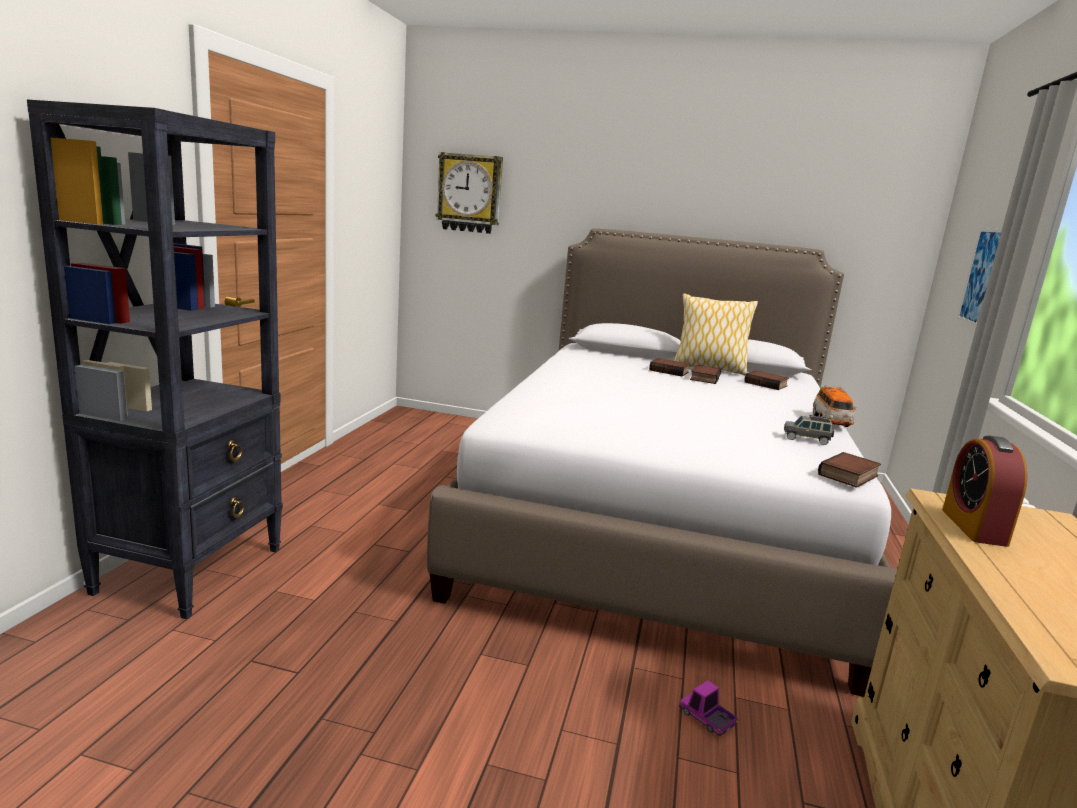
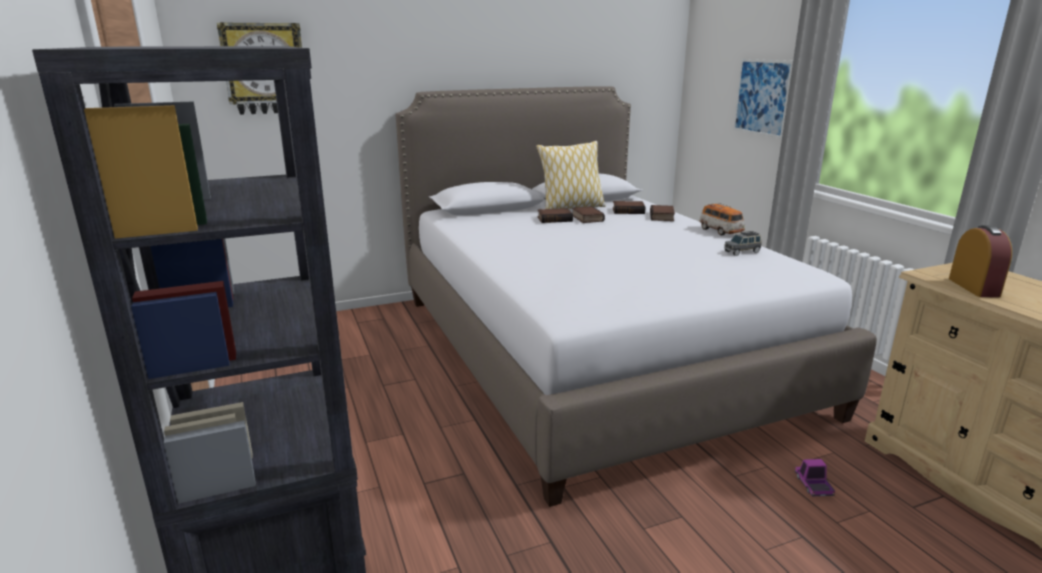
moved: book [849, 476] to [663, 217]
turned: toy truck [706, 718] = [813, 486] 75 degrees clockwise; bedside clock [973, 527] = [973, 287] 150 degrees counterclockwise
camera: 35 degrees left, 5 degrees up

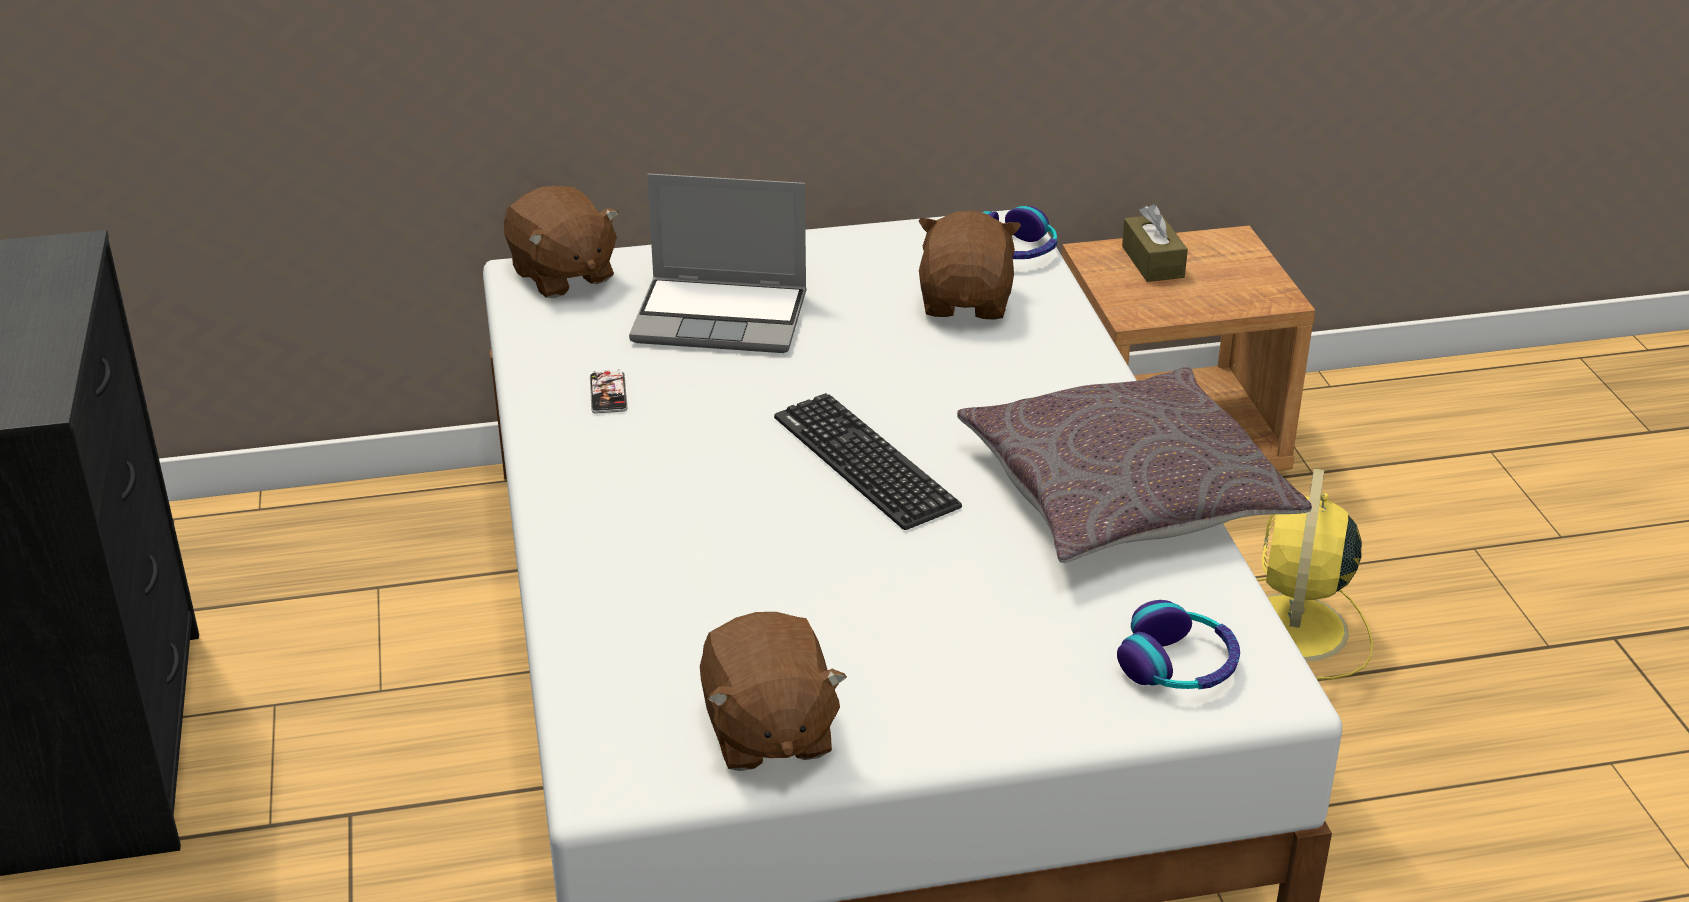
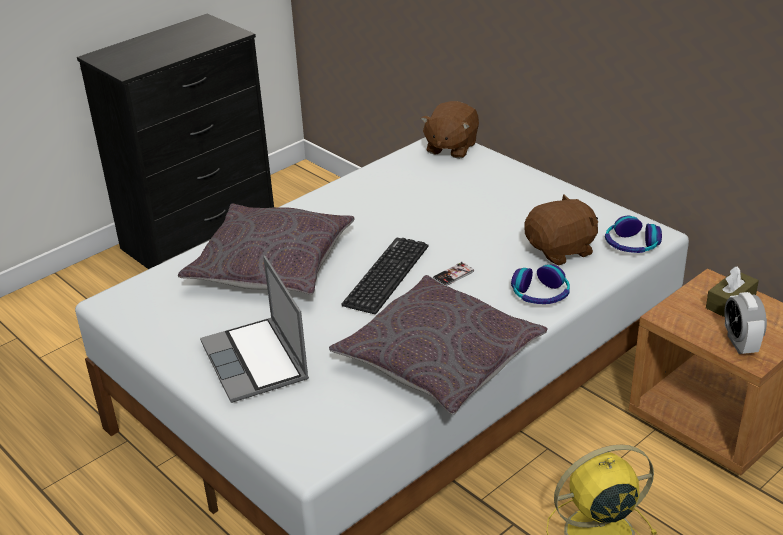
removed: brownish cuddly toy [768, 732]
added: greyish throw pillow [271, 263]; bedside clock [740, 343]
moved: handset [608, 393] to [453, 275]; laptop [723, 317] to [256, 362]; headphones [1178, 665] to [540, 294]
camera: 60 degrees right, 0 degrees up

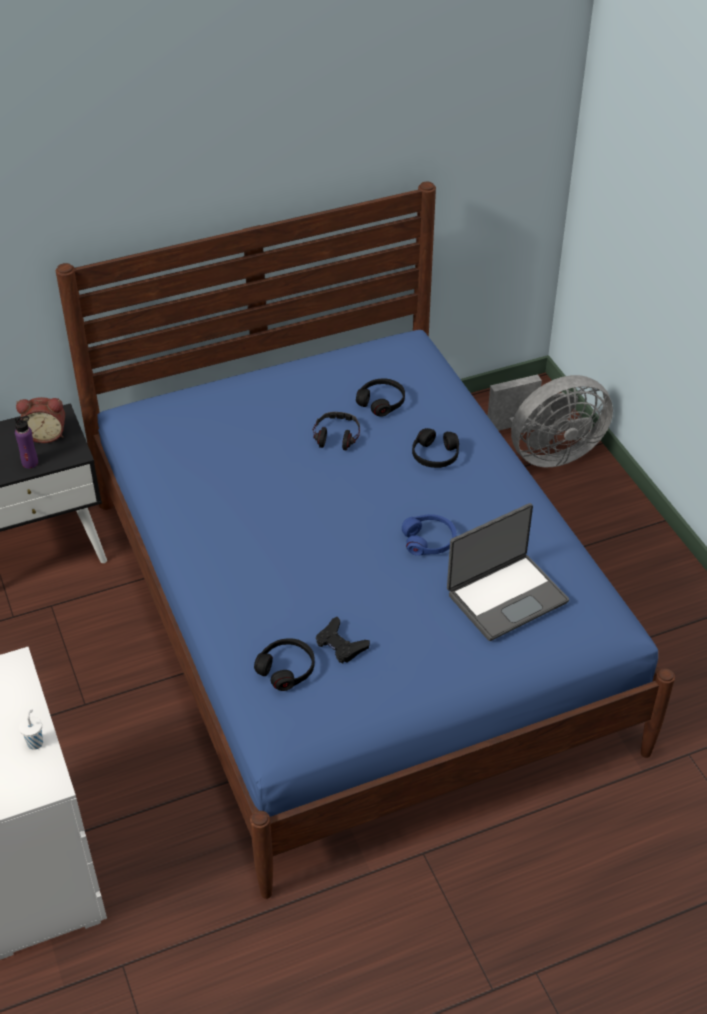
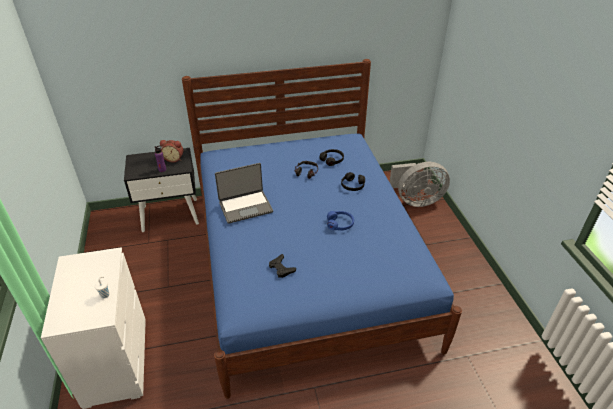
removed: black headphones [286, 669]
moved: laptop [506, 596] to [245, 206]
camera: 10 degrees right, 5 degrees down

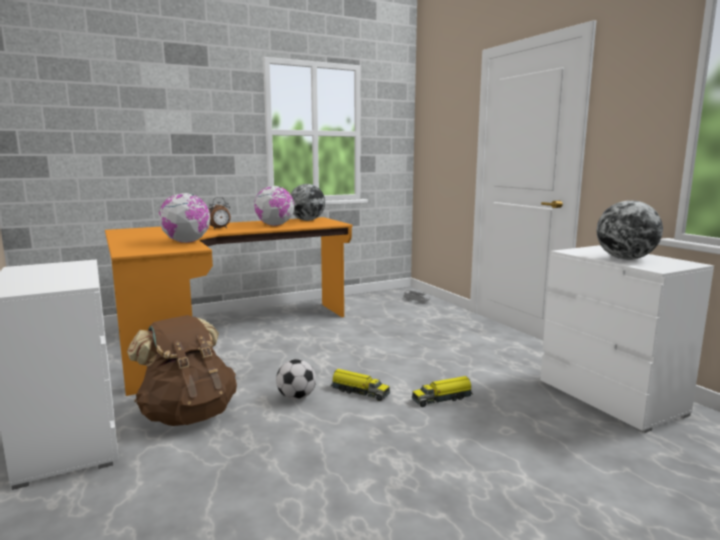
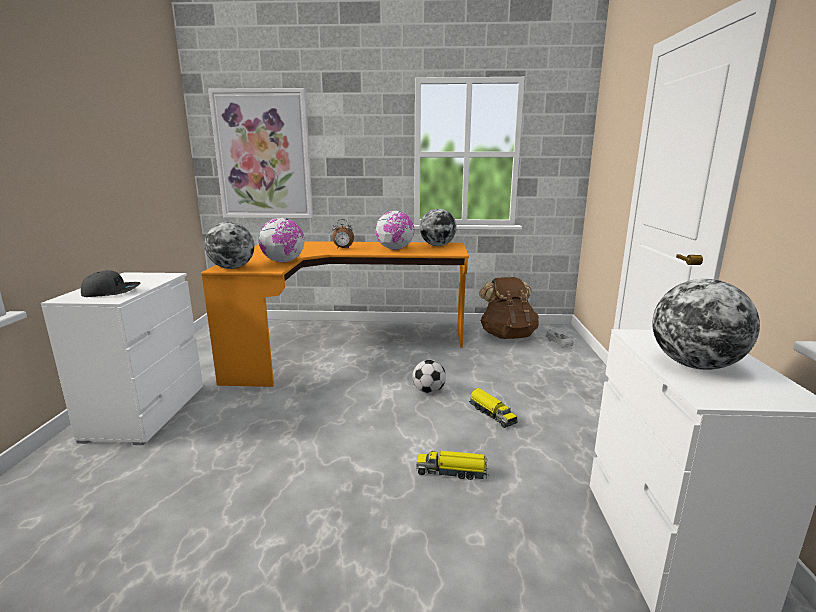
added: greyish baseball cap [111, 292]; desk globe [232, 268]; picture [263, 155]
moved: brownish backpack [188, 415] to [507, 336]; ball for football [296, 397] to [428, 391]; toy truck [359, 392] to [491, 414]
camera: 30 degrees right, 5 degrees up

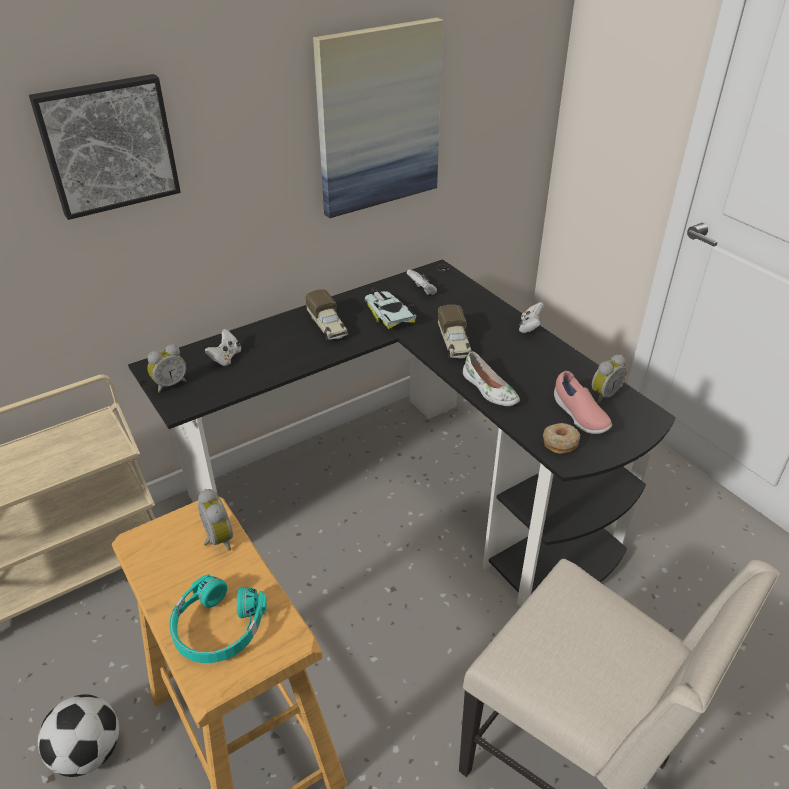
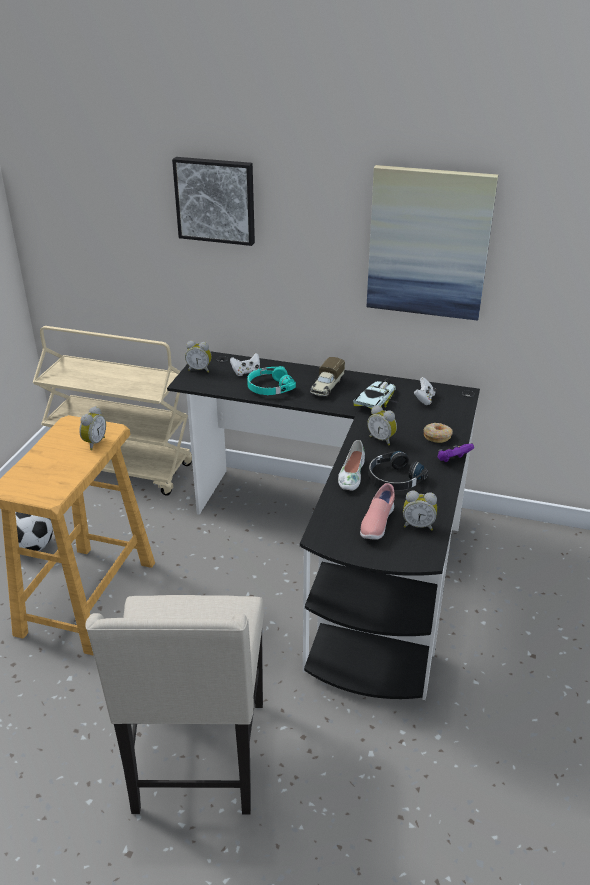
added: black headphones [394, 479]
moved: turquoise headphones [217, 628] to [269, 387]; ring doughnut [560, 442] to [437, 436]
replaced: toy truck [454, 344] to bedside clock [382, 439]
recoloured: white-coloured game controller [529, 327] to purple game controller [453, 460]
camera: 50 degrees right, 5 degrees down

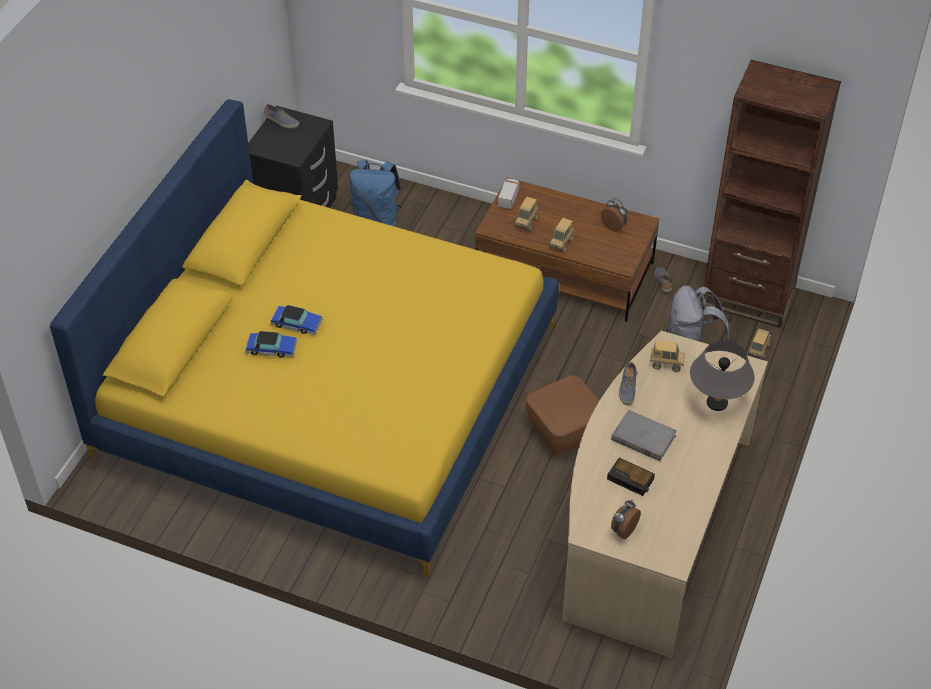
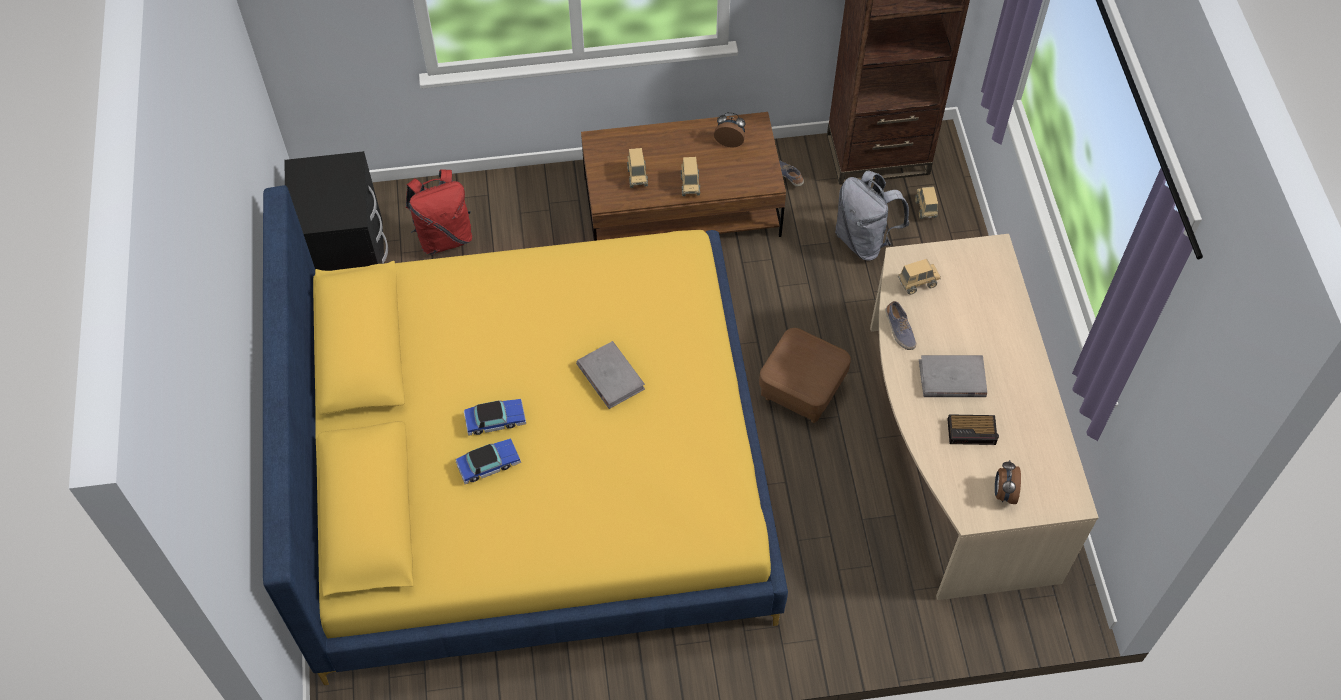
removed: item of footwear [281, 122]; toy truck [509, 198]; greyish table lamp [716, 403]
added: greyish book [610, 376]
recoloured: blue backpack [376, 219] to red-coloured backpack [444, 237]
camera: 30 degrees left, 10 degrees up

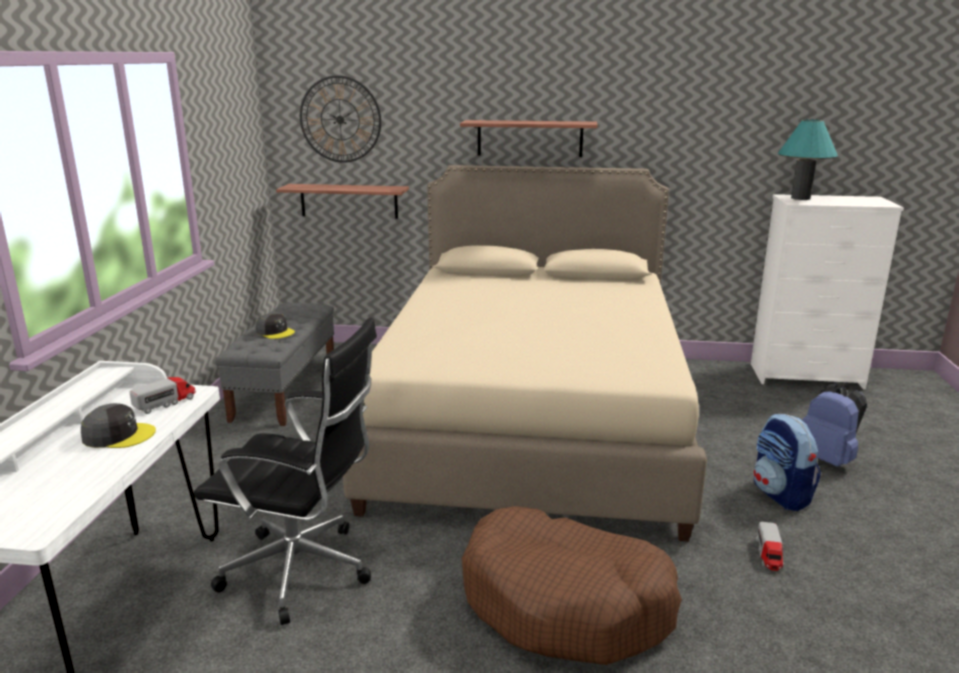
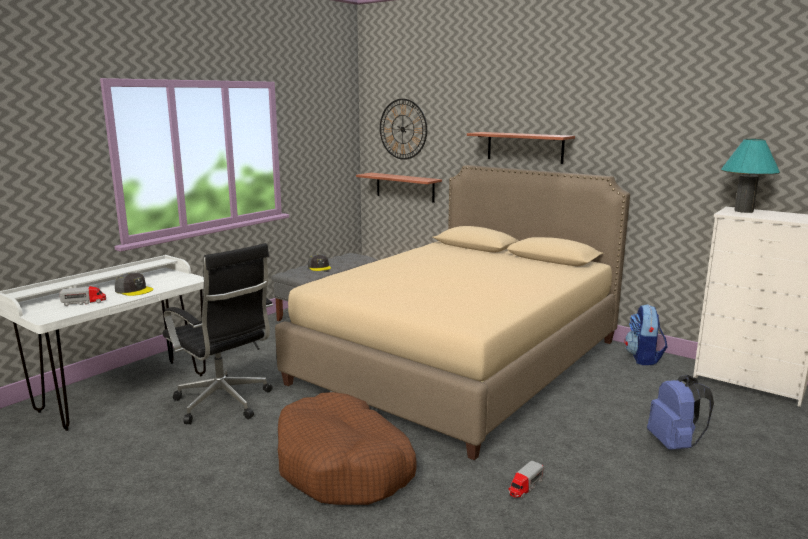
moved: toy truck [165, 403] to [84, 302]; backpack [781, 495] to [643, 358]
camera: 30 degrees right, 5 degrees down

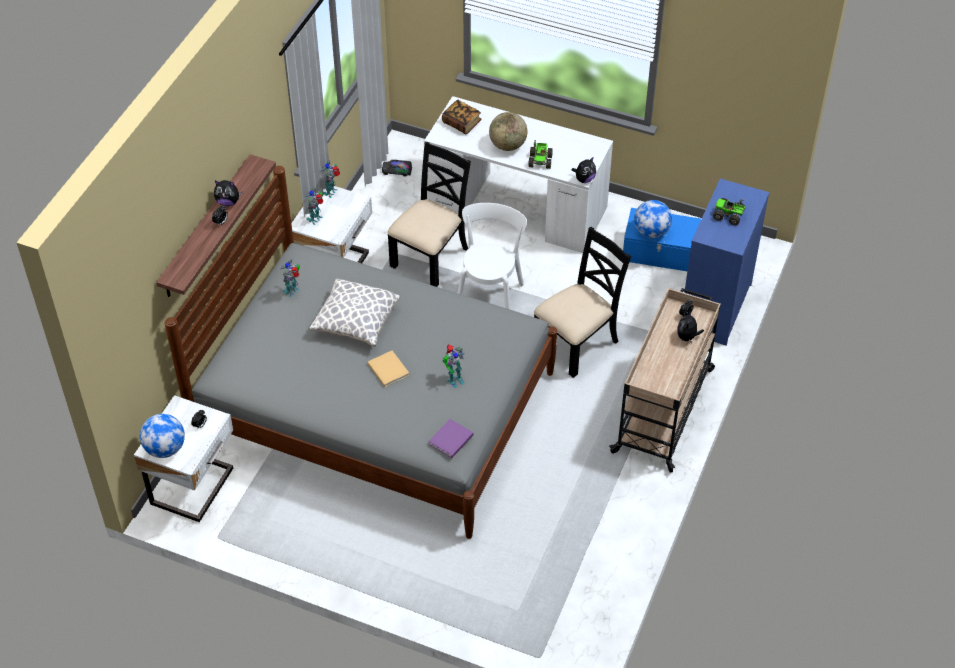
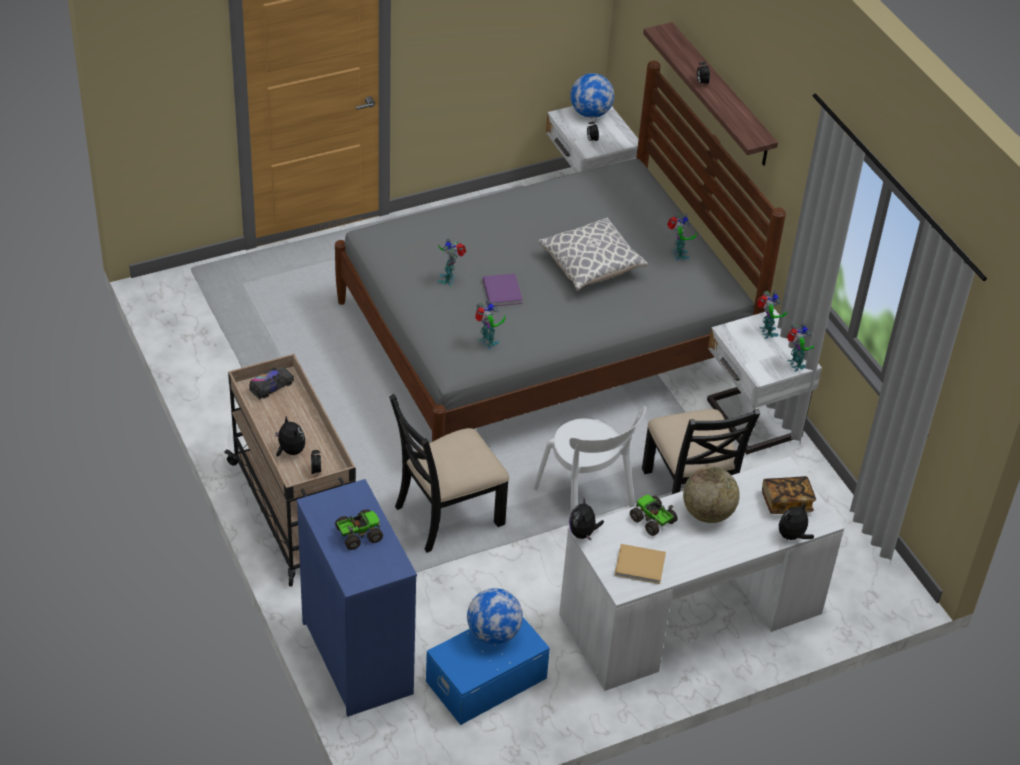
added: toy robot [487, 343]
moved: cuddly toy [228, 202] to [792, 536]; beige book [387, 369] to [641, 565]; toy truck [397, 171] to [271, 387]; purple book [450, 440] to [502, 290]
turned: black upright chair [577, 344] = [447, 515] 60 degrees clockwise
camera: 130 degrees right, 5 degrees down

